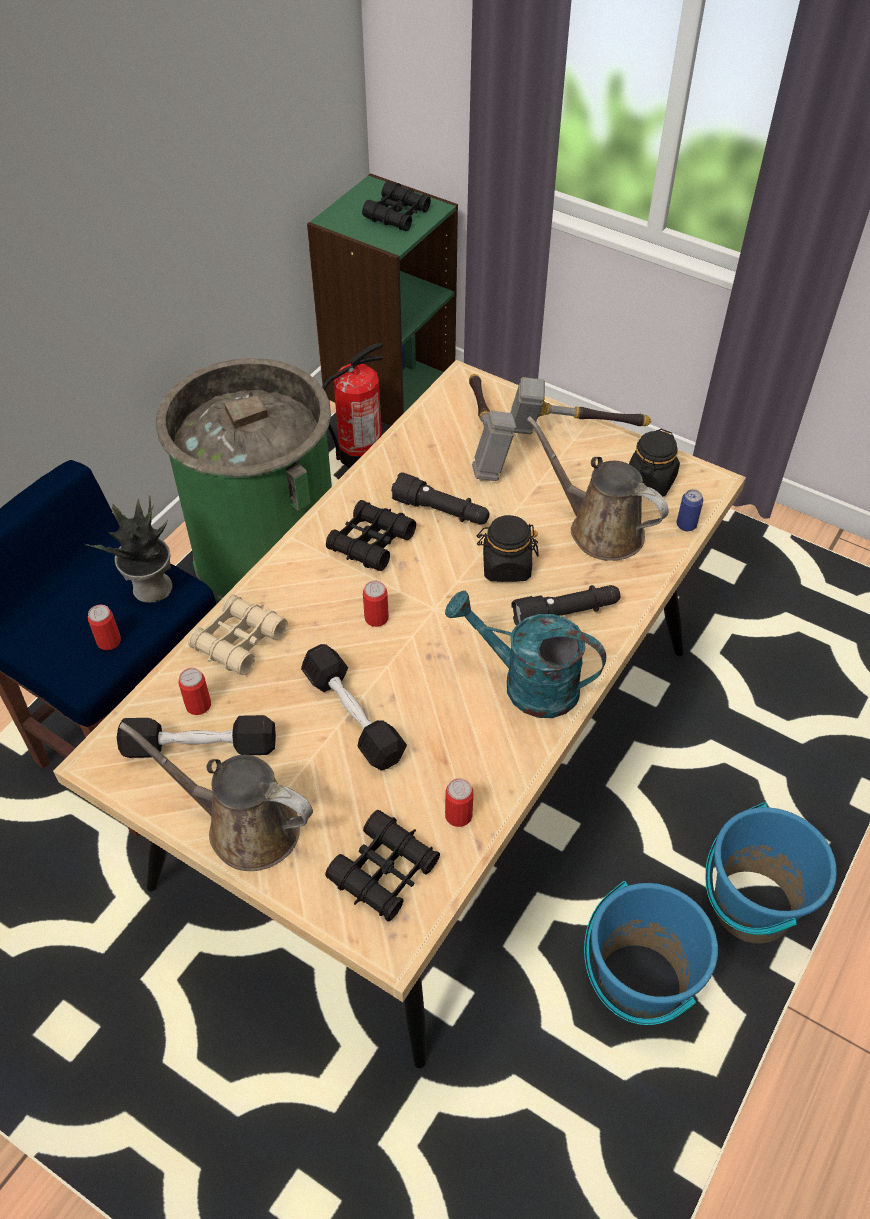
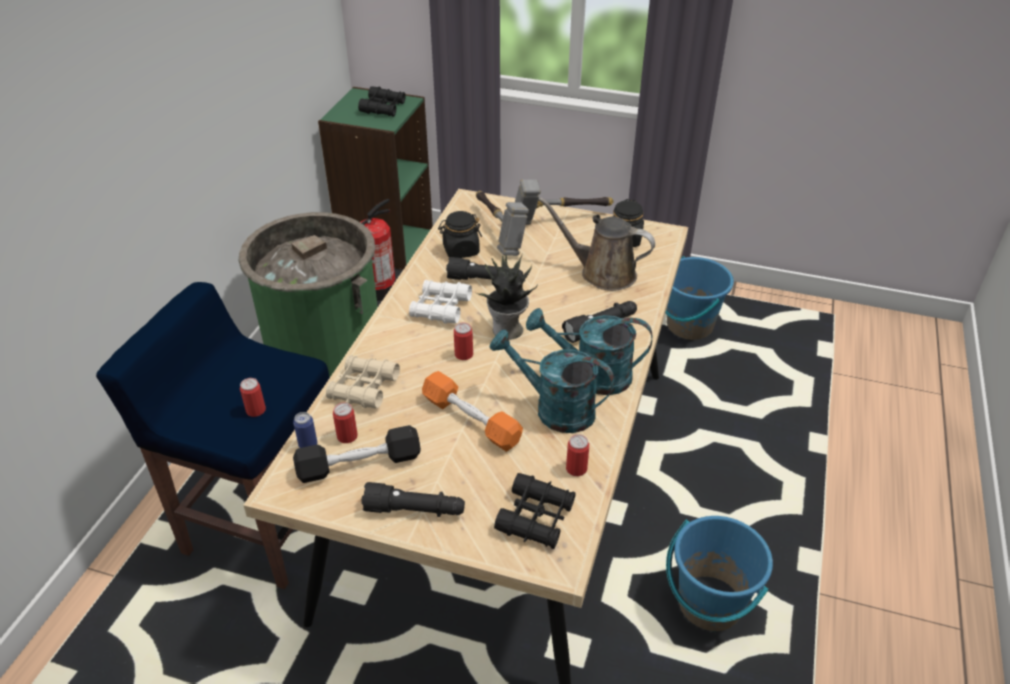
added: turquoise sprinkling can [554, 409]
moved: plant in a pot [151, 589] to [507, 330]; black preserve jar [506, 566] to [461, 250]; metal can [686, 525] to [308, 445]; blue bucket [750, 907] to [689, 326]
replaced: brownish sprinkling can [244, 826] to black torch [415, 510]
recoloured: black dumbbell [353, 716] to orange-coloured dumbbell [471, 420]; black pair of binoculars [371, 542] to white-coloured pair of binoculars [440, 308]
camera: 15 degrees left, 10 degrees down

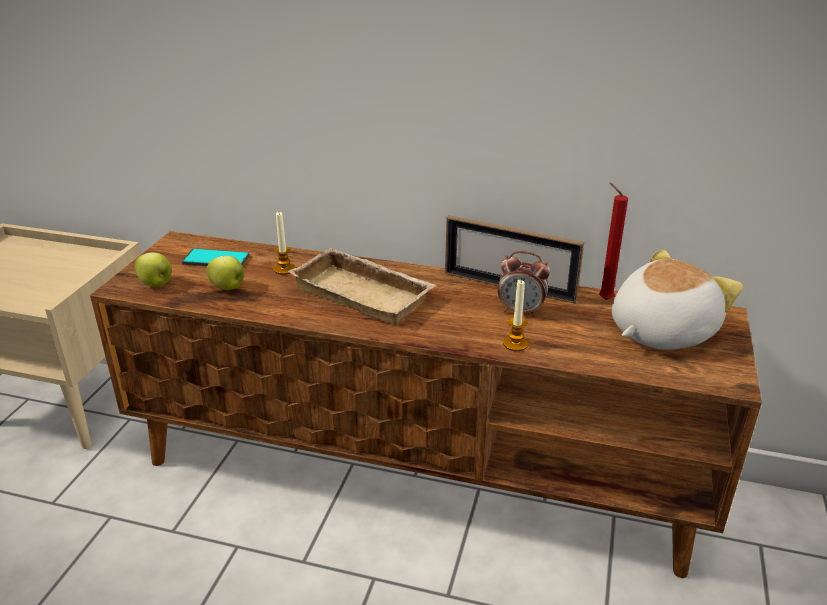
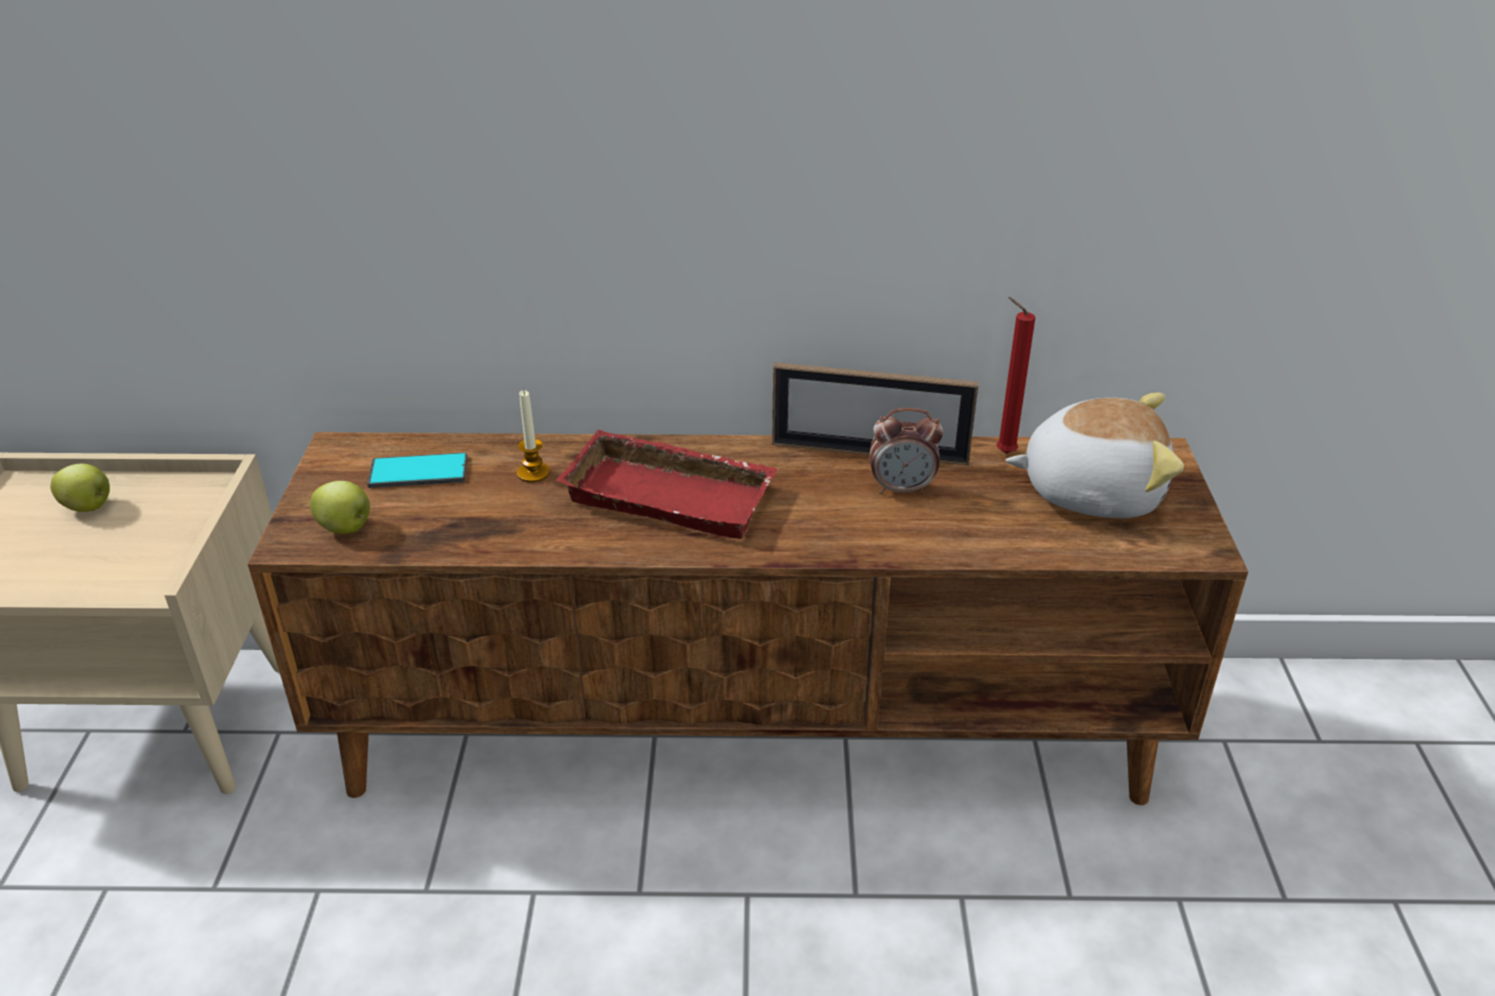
removed: candle [515, 344]
moved: whole apple [228, 287] to [89, 507]
recoloured: beige carrying tray [365, 293] to red-coloured carrying tray [673, 494]
turned: cuddly toy [659, 331] = [1091, 490] 60 degrees clockwise
camera: 15 degrees left, 5 degrees up

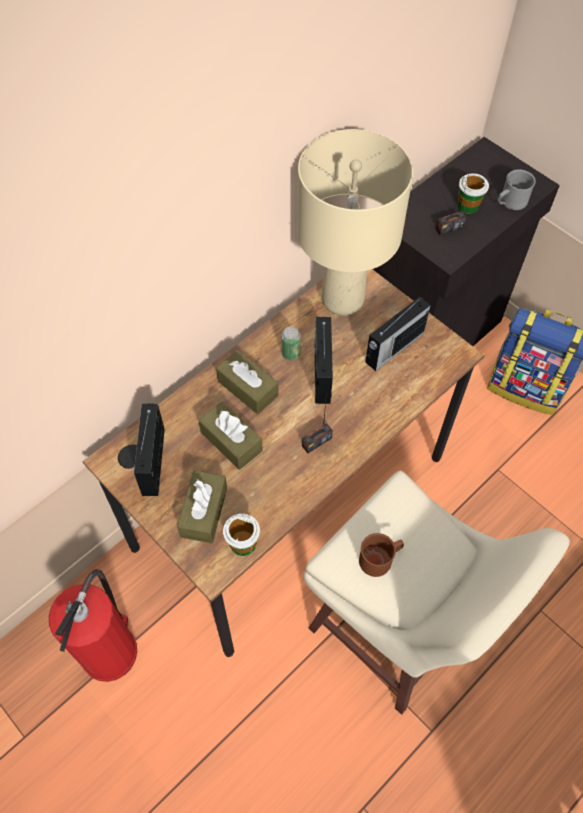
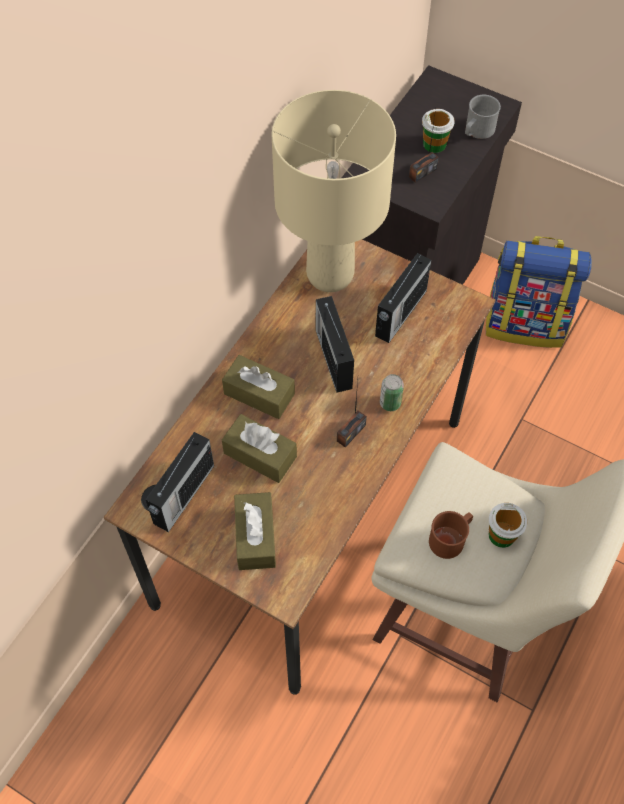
removed: fire-fighting cylinder [110, 650]
moved: cup [243, 544] to [501, 535]; metal can [290, 353] to [390, 403]
turned: radio receiver [154, 460] = [183, 496] 135 degrees counterclockwise
camera: 15 degrees left, 0 degrees up

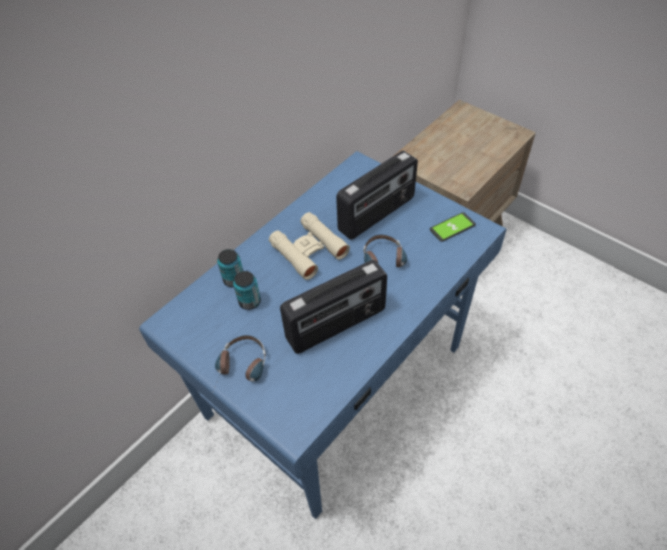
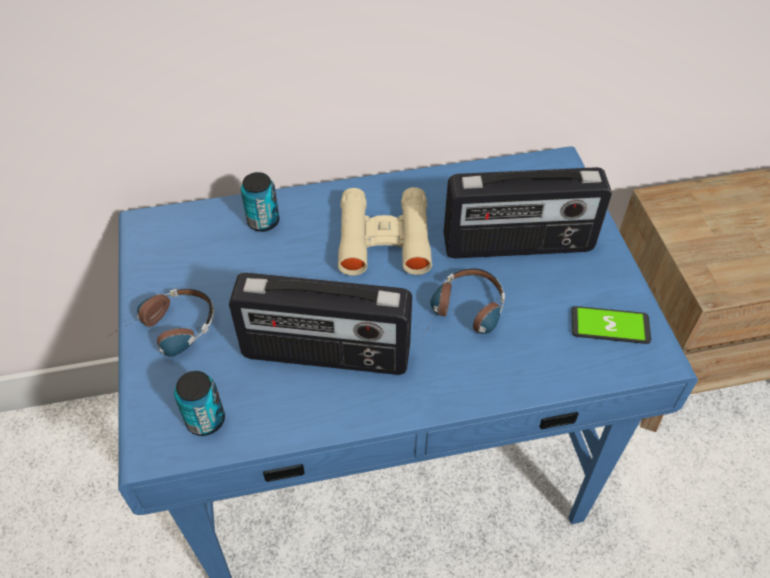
moved: metal can [249, 301] to [205, 420]
camera: 35 degrees right, 0 degrees up

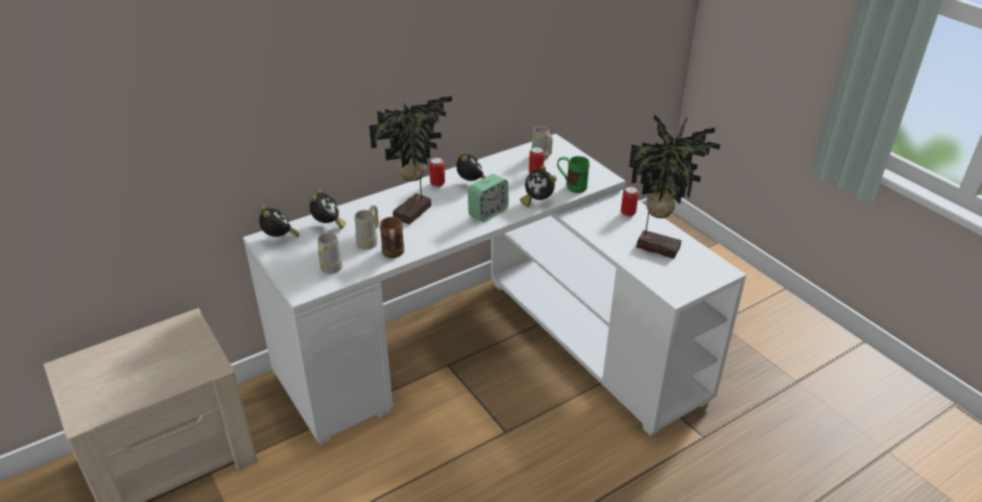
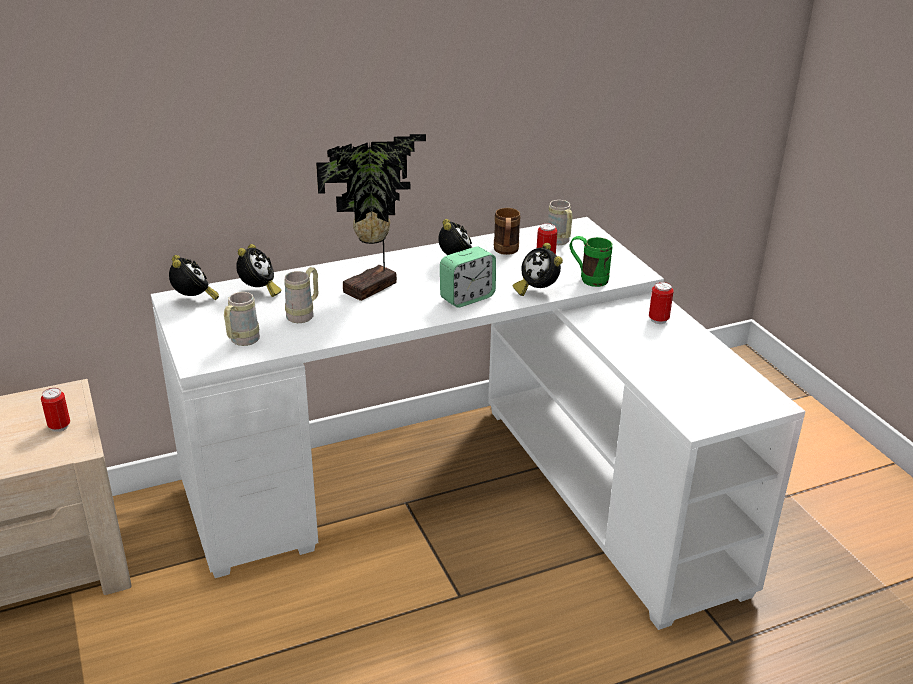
removed: plant in a pot [658, 246]
moved: brownish coffee mug [393, 255] to [506, 252]; metal can [437, 184] to [59, 426]
camera: 10 degrees right, 5 degrees down

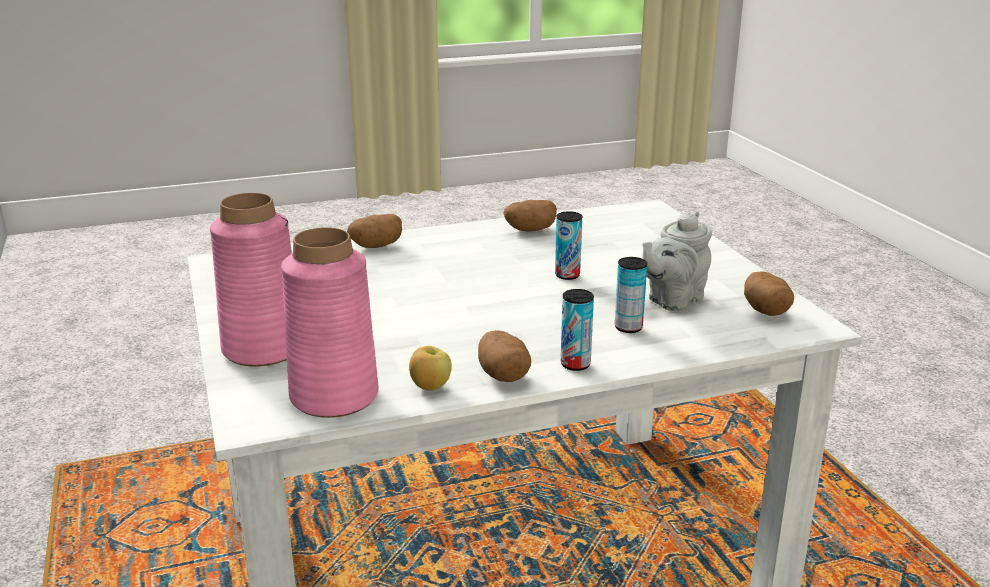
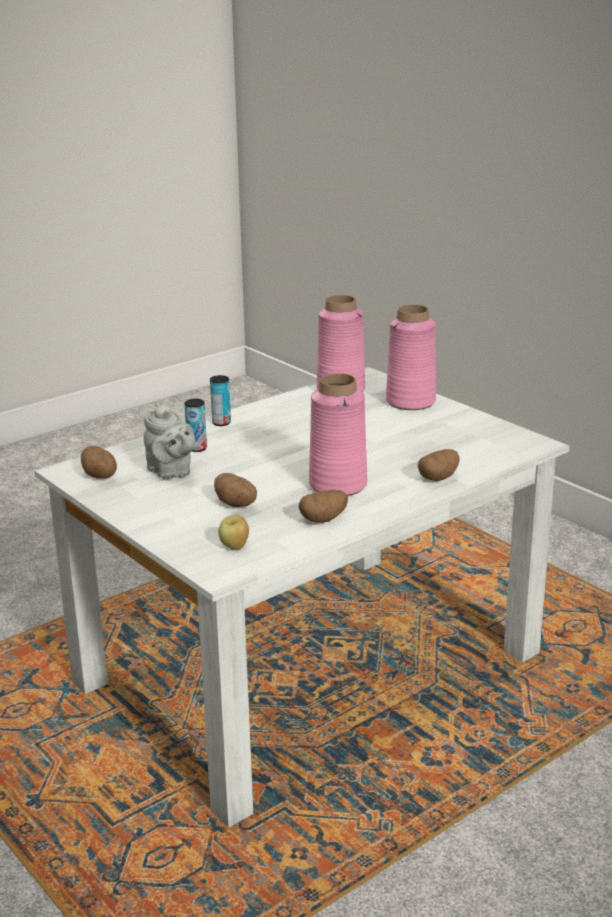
removed: metal can [567, 275]
added: pink-coloured vase [338, 484]
moved: whole apple [430, 387] to [235, 547]; potato [503, 375] to [236, 504]
turned: greyish teapot [672, 300] = [171, 472] 120 degrees clockwise
camera: 160 degrees right, 0 degrees up

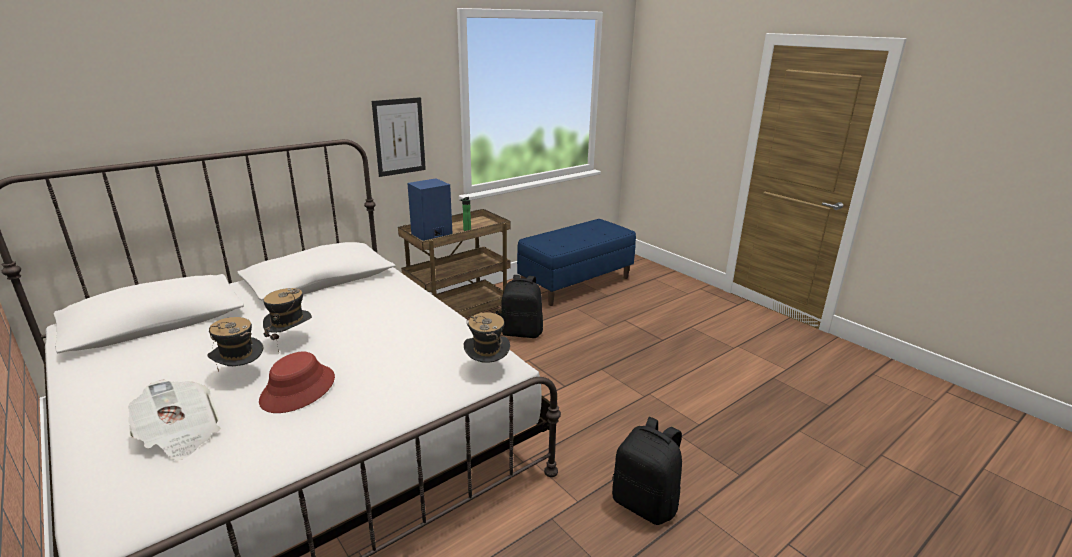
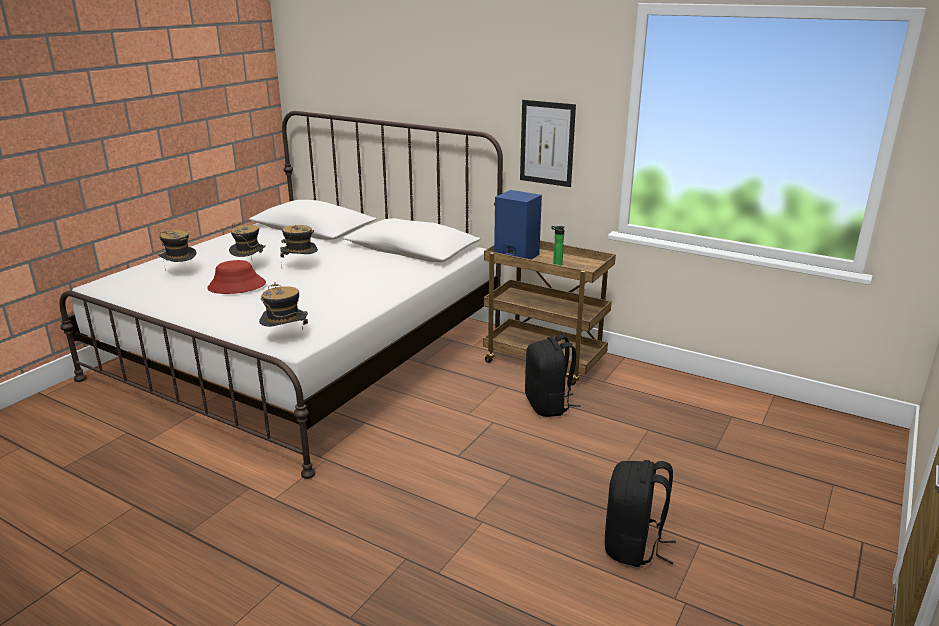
removed: blue bench [575, 283]
moved: black backpack [645, 503] to [633, 546]
replaced: printed paper [180, 435] to wearable hat [180, 273]
camera: 70 degrees right, 0 degrees up

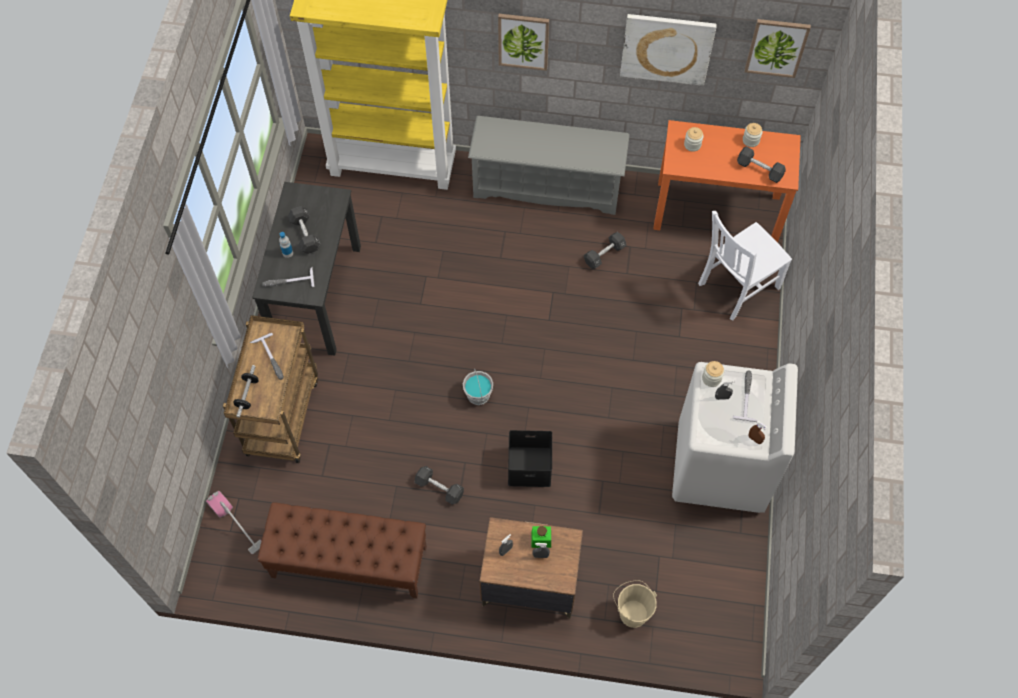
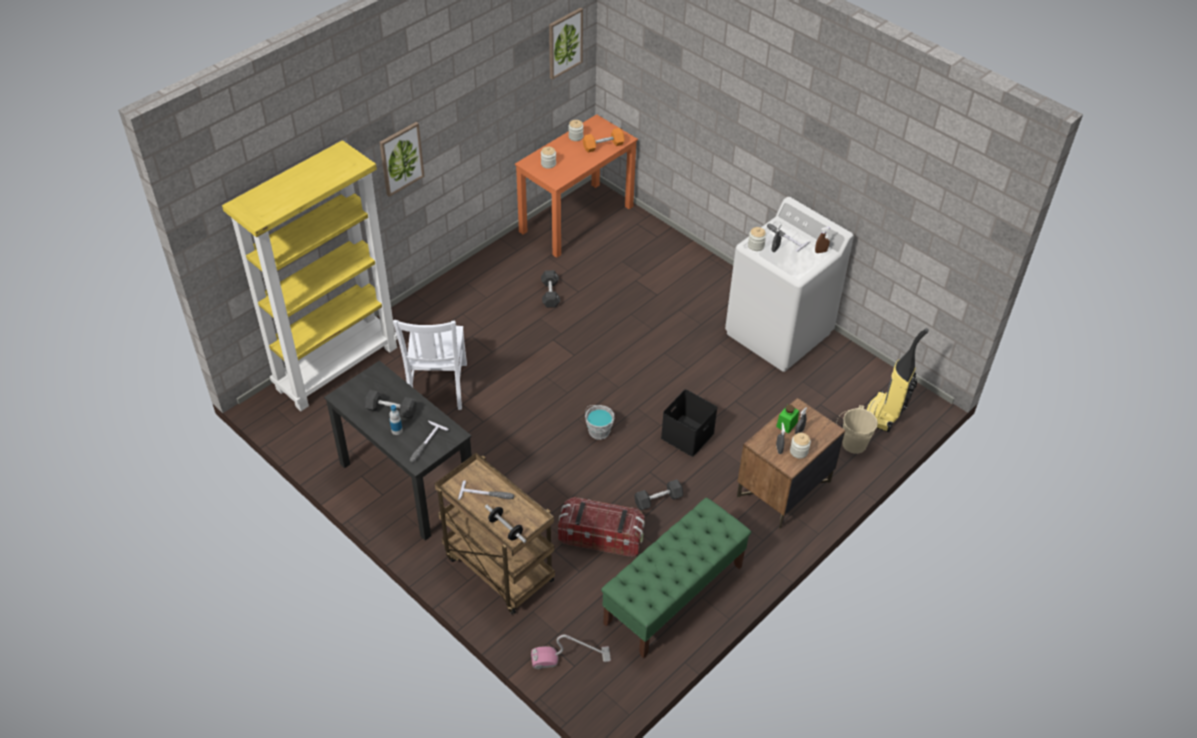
removed: greyish shoe rack [547, 186]; picture [667, 48]
added: storage bin [601, 536]; preserve jar [799, 451]; hoover [884, 414]
moved: white-coloured upright chair [736, 287] to [438, 388]
recoloured: brownish bench [349, 562] to green-coloured bench [673, 595]; black dumbbell [759, 169] to orange-coloured dumbbell [603, 146]
camera: 55 degrees left, 15 degrees down

